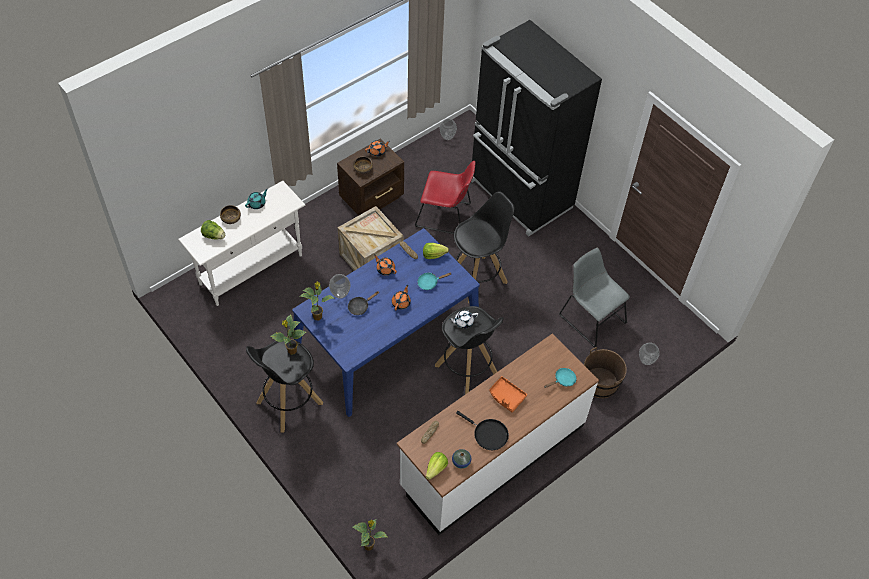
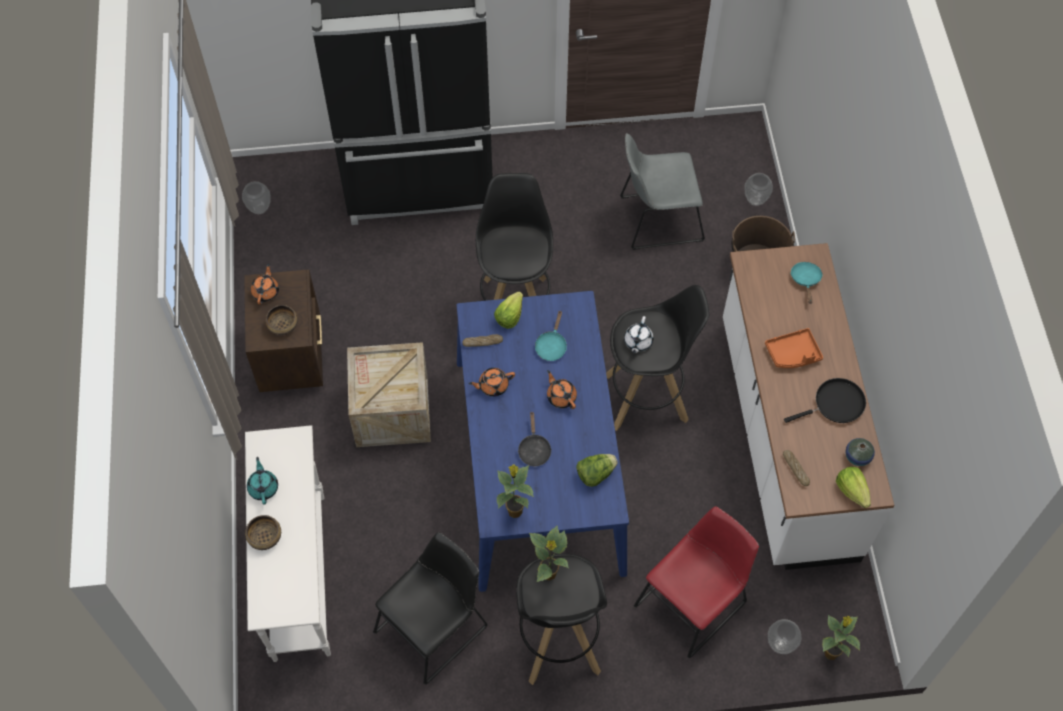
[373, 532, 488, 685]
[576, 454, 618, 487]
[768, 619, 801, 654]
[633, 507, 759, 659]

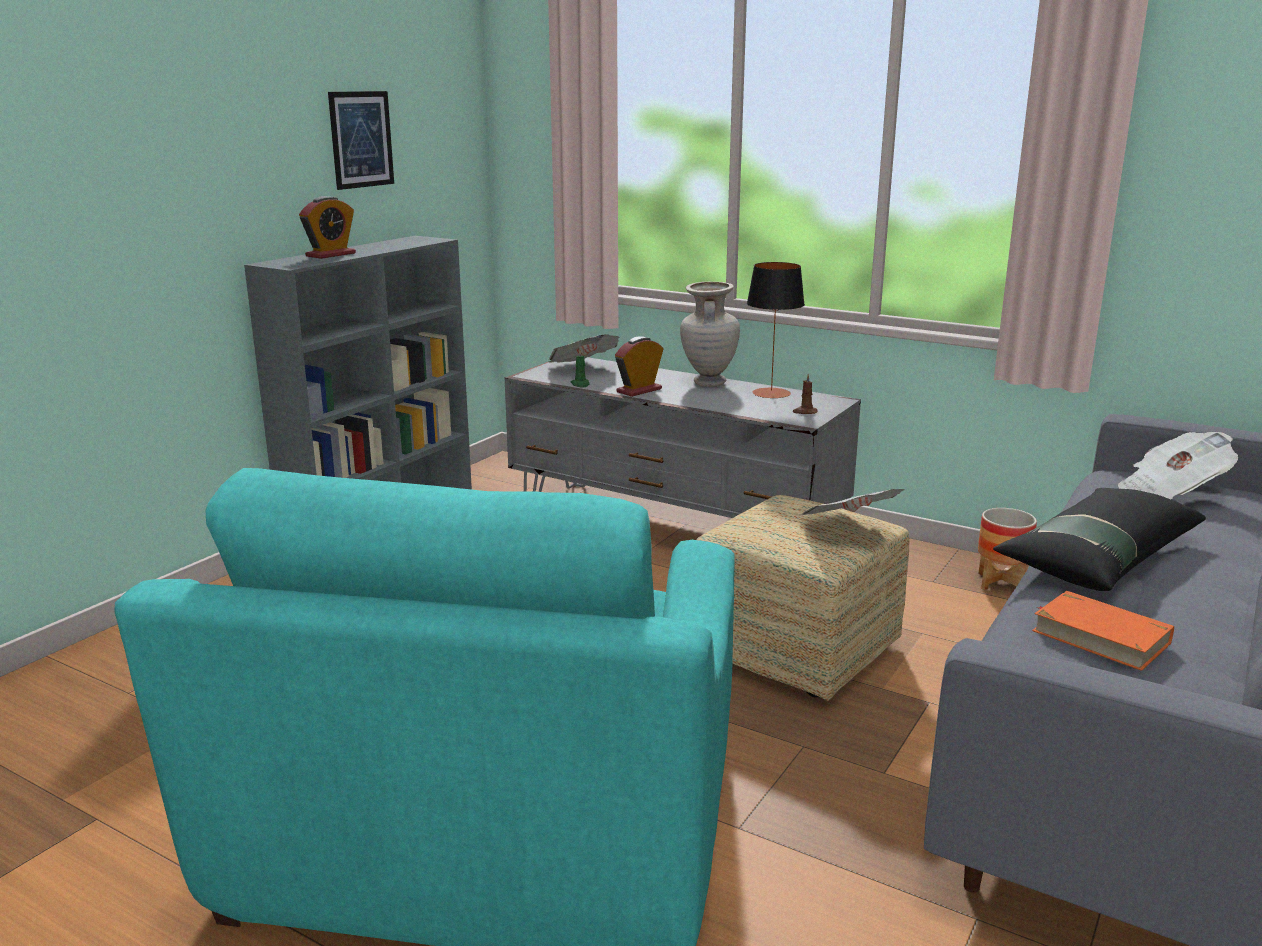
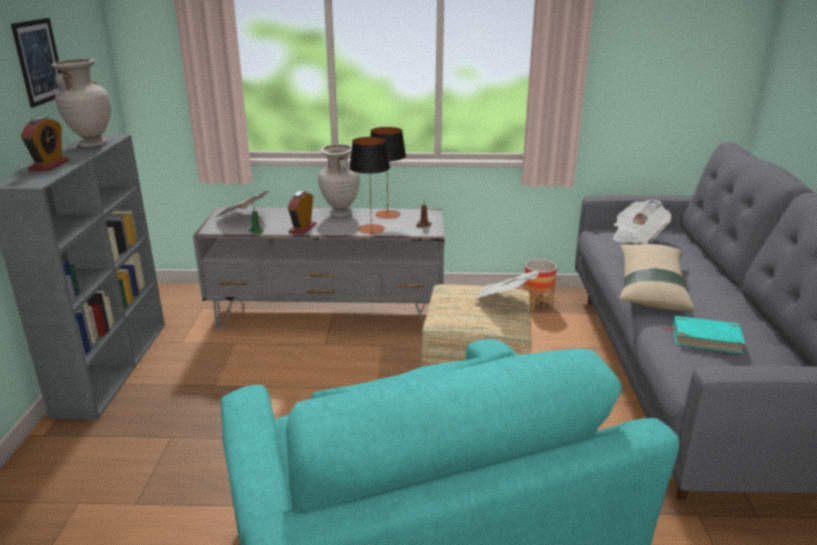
[51, 59, 111, 147]
[349, 137, 390, 234]
[619, 244, 695, 311]
[663, 316, 745, 354]

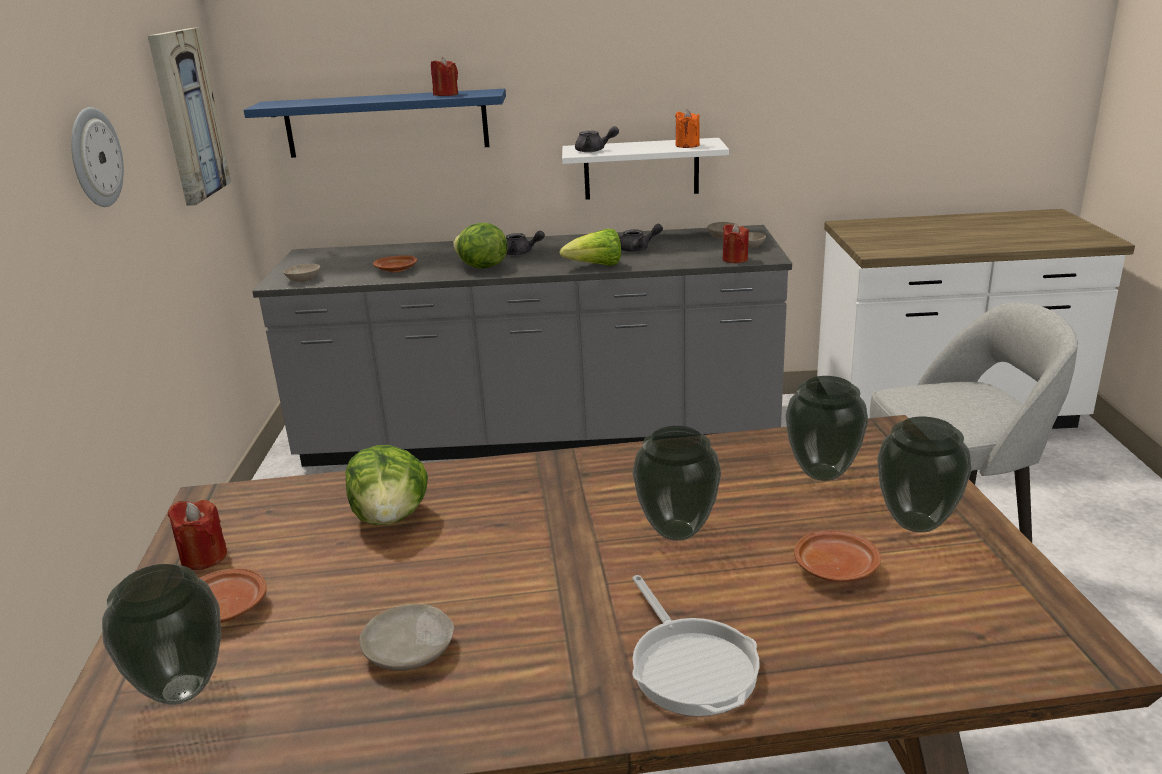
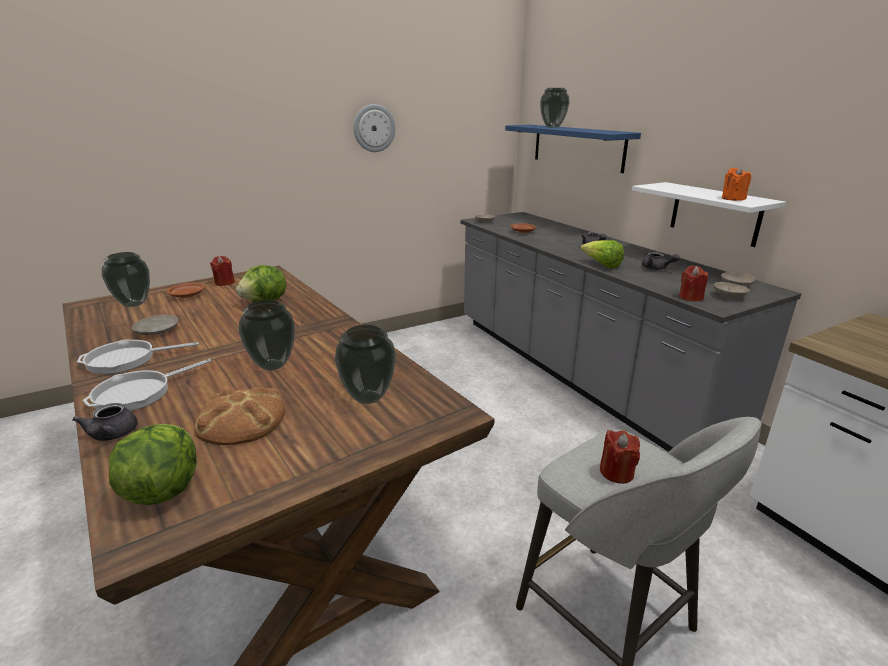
[148, 28, 231, 206] (first image)
[77, 340, 199, 374]
[600, 430, 640, 484]
[109, 424, 197, 505]
[72, 403, 137, 441]
[540, 88, 570, 128]
[194, 387, 285, 445]

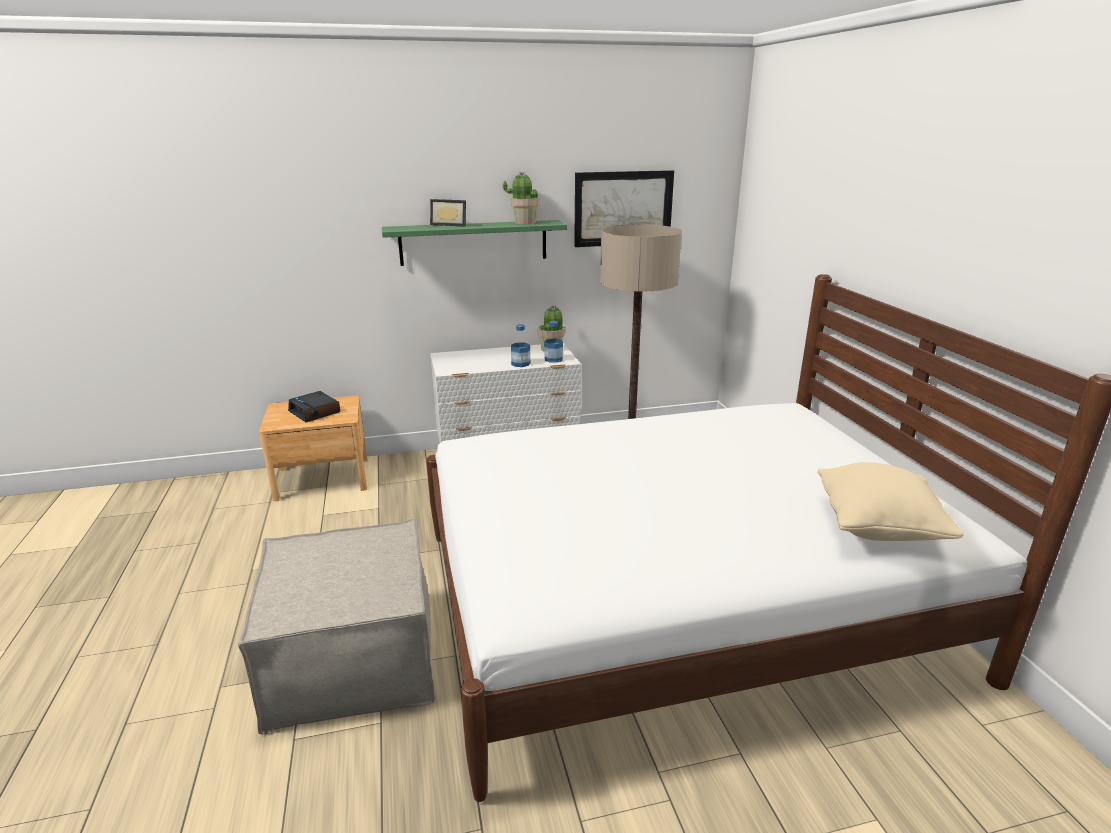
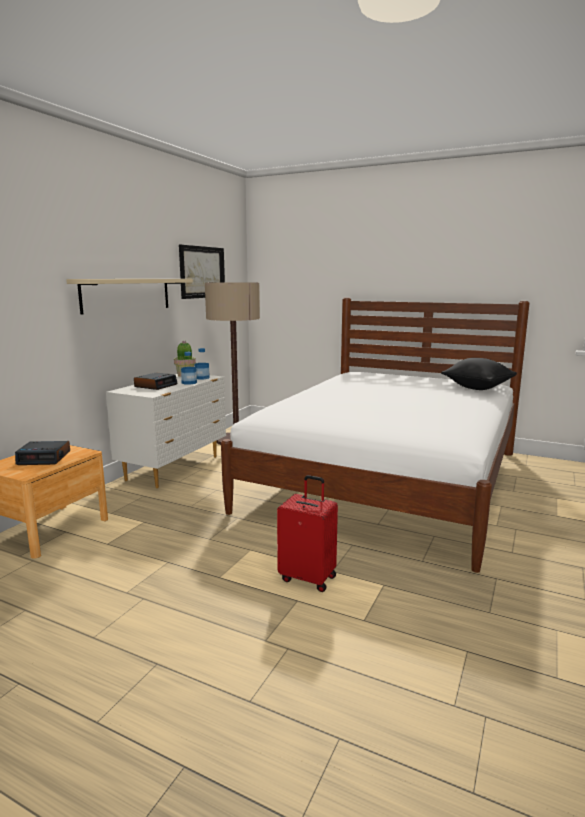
[430, 199, 466, 227] (first image)
[503, 171, 540, 224] (first image)
[134, 372, 178, 390]
[277, 475, 338, 592]
[66, 279, 193, 315]
[441, 358, 517, 390]

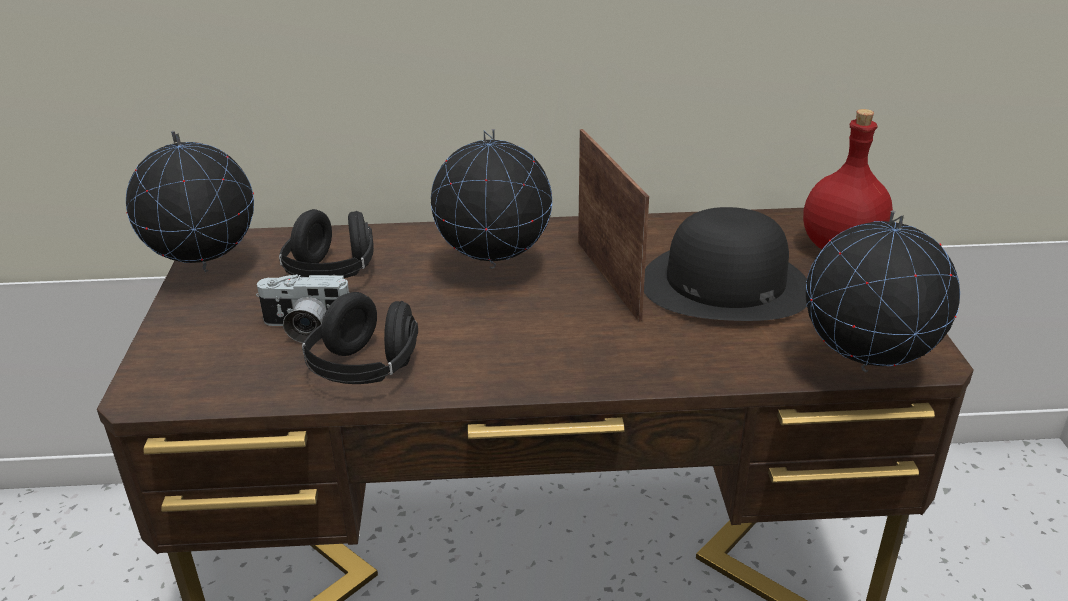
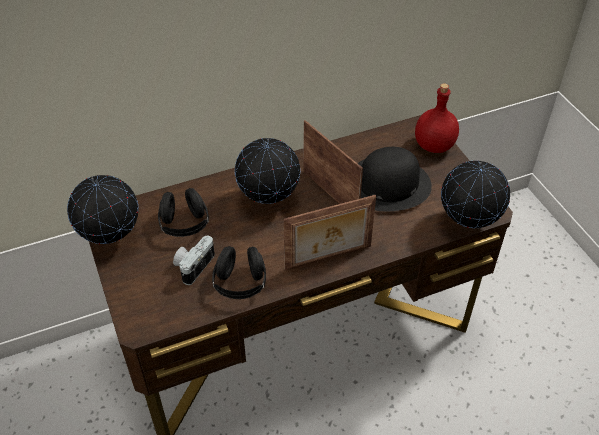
[284, 195, 376, 270]
[173, 236, 215, 285]

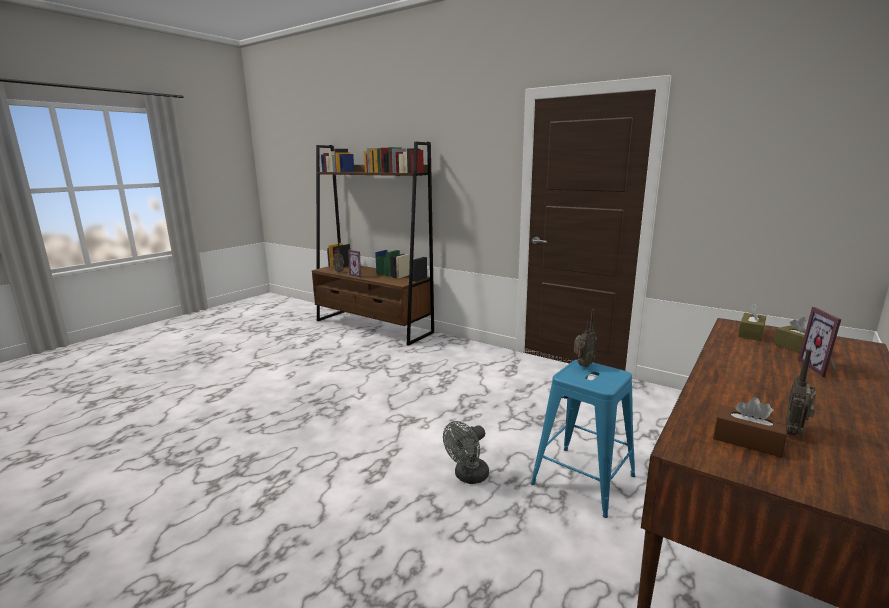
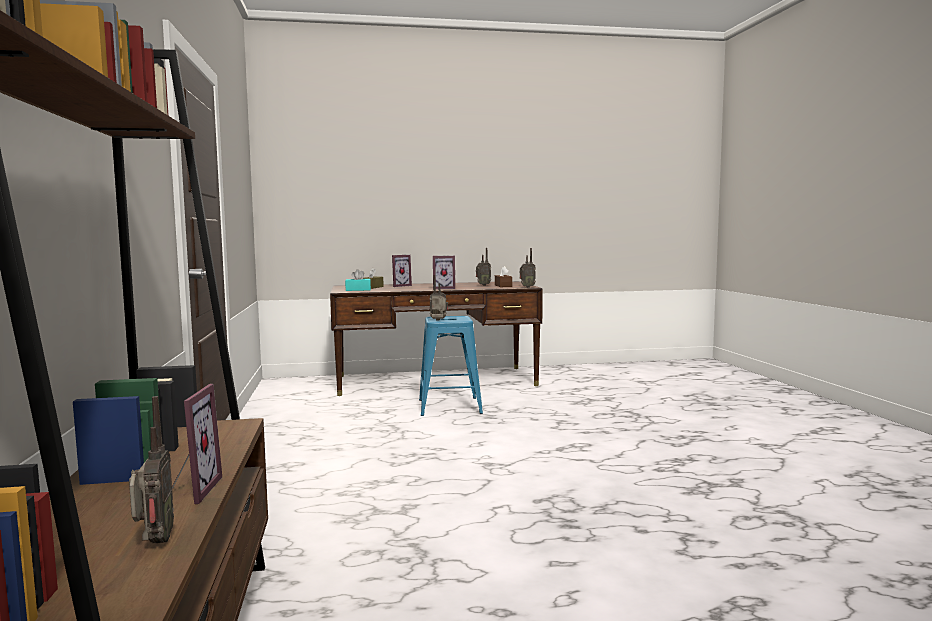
[443, 421, 489, 484] (first image)
[433, 256, 455, 289]
[520, 248, 536, 288]
[345, 269, 371, 291]

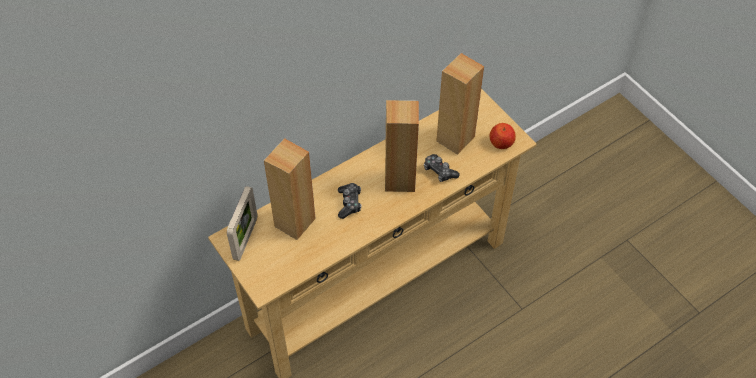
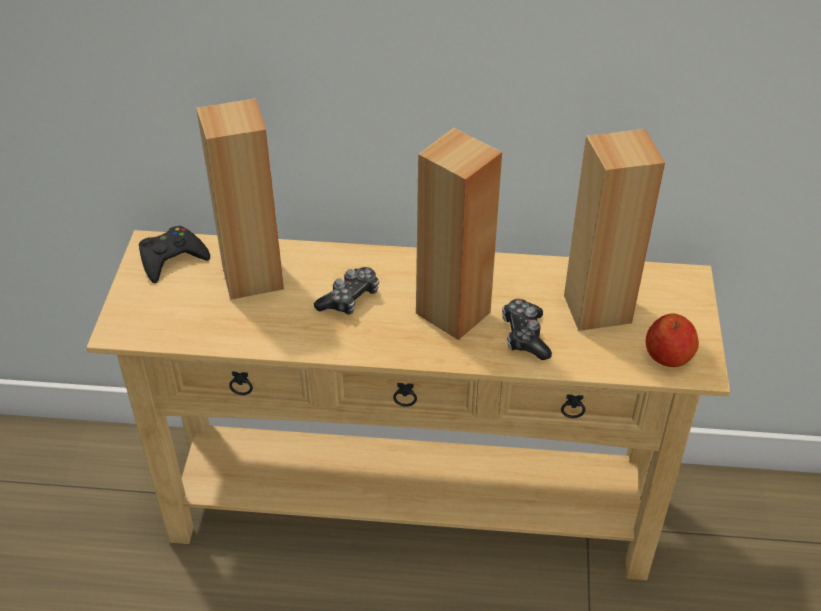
[139, 226, 210, 283]

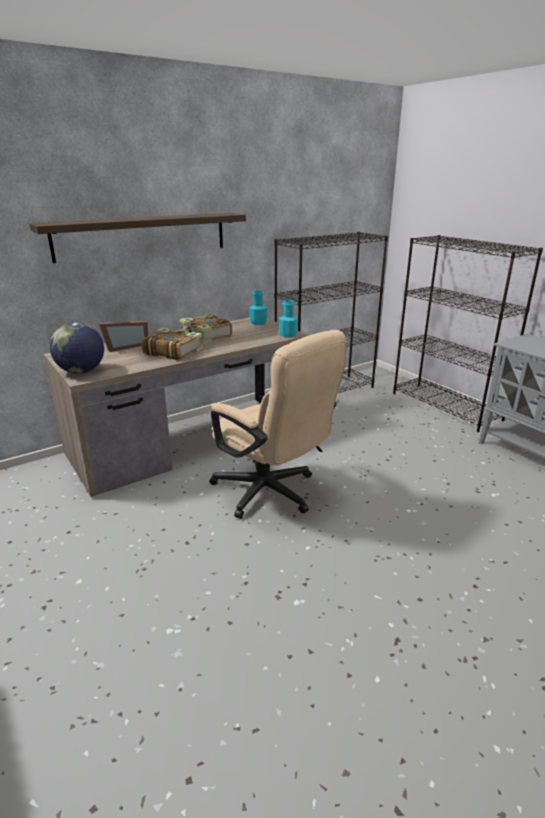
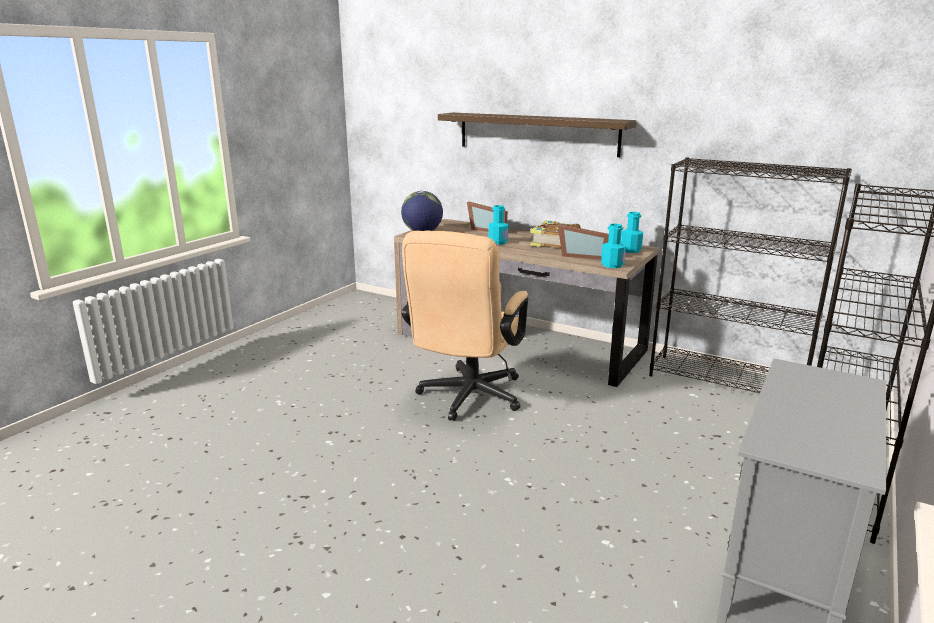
[558, 224, 609, 260]
[489, 205, 508, 245]

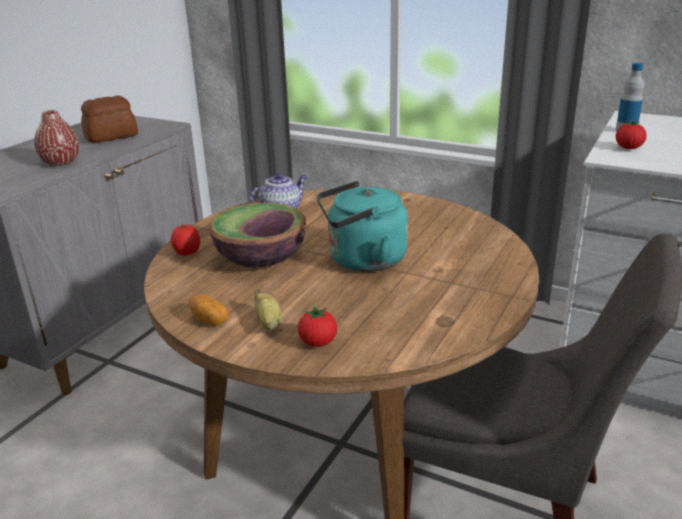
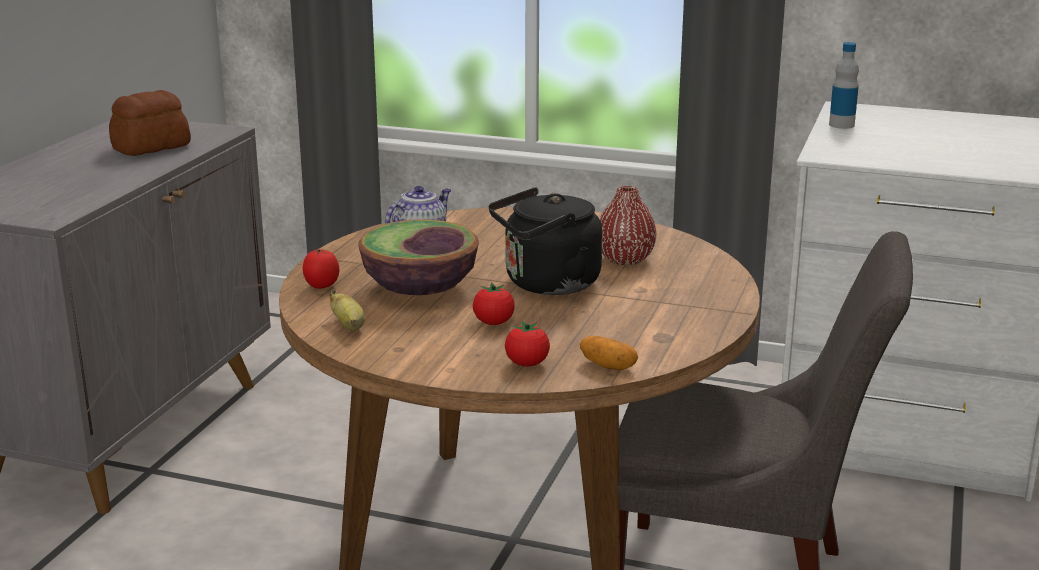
[600, 186, 656, 265]
[580, 336, 638, 370]
[329, 290, 365, 331]
[473, 282, 515, 325]
[489, 187, 603, 295]

